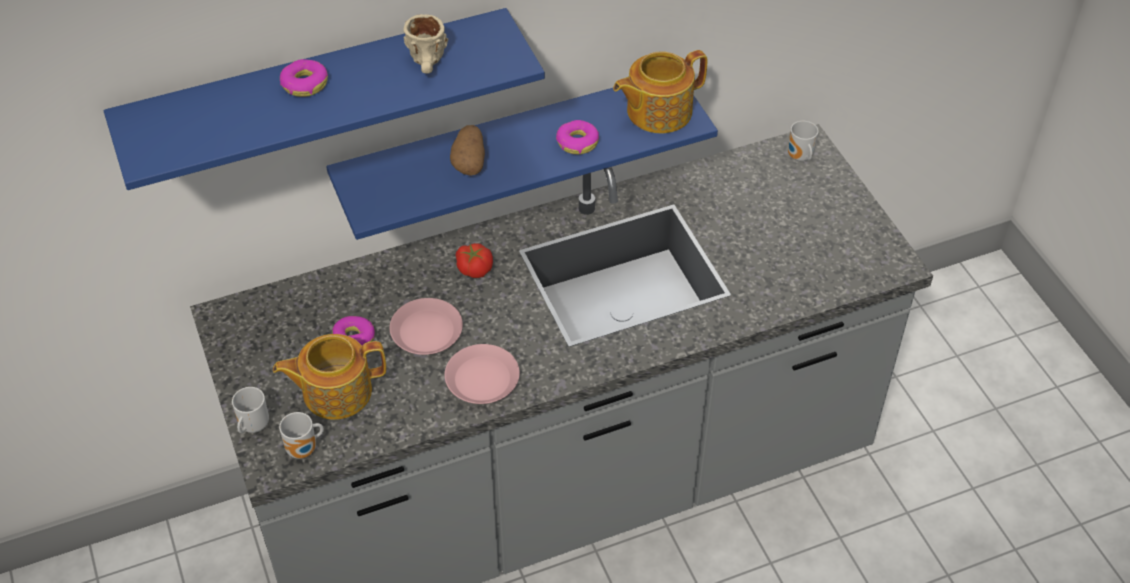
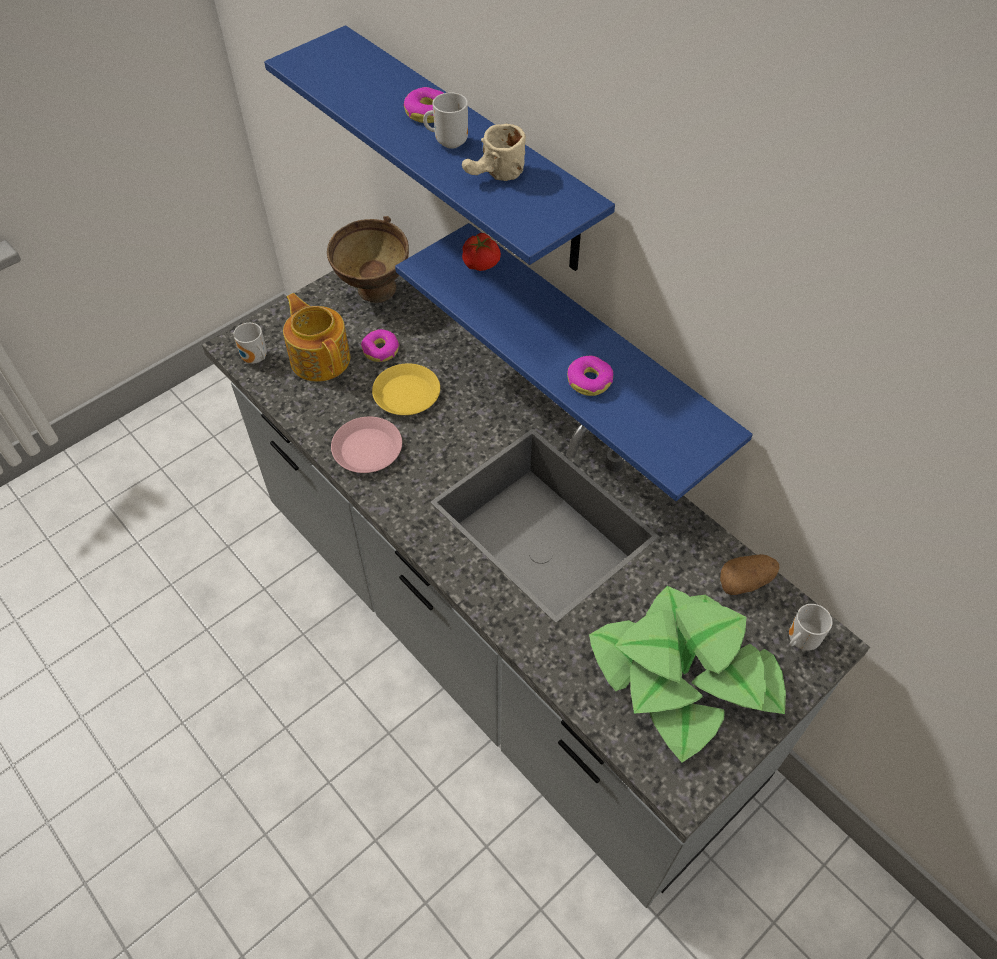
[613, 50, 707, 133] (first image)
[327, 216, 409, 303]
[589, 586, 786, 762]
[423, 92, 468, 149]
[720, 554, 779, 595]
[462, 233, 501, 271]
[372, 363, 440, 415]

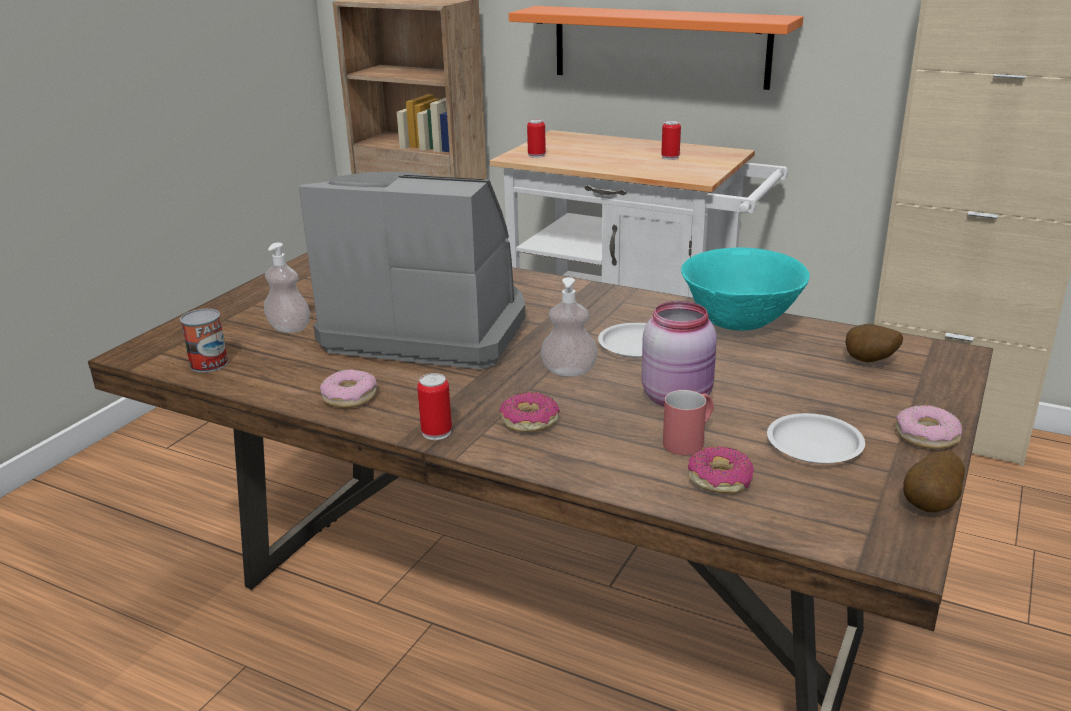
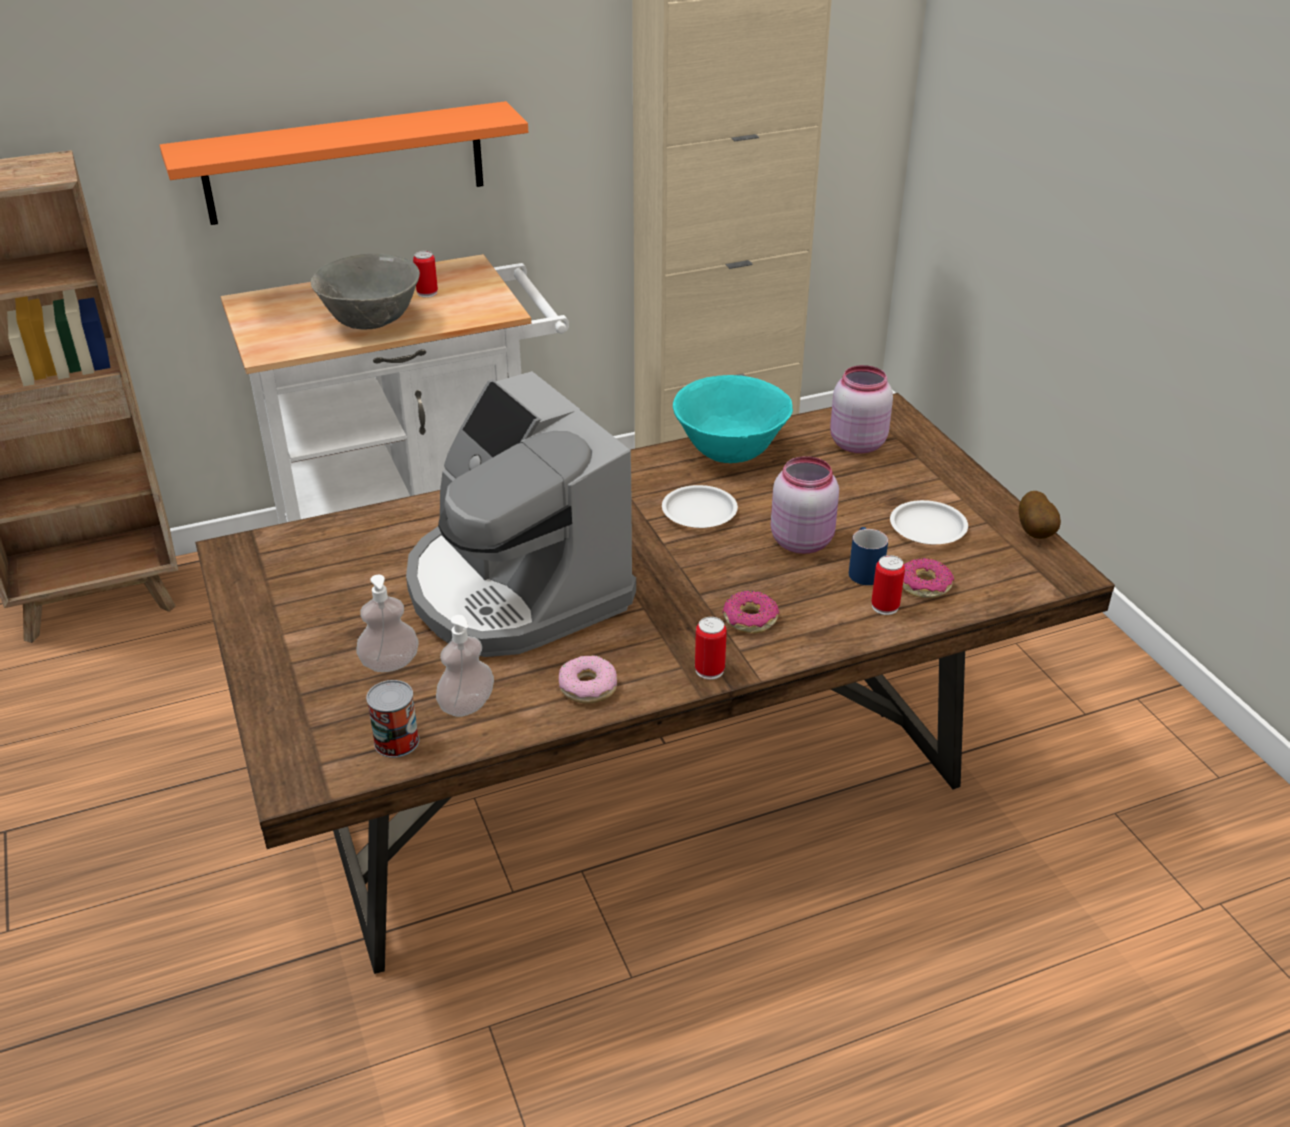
[896, 405, 962, 449] (first image)
[311, 254, 420, 330]
[871, 555, 905, 615]
[436, 615, 494, 717]
[830, 365, 893, 453]
[849, 527, 888, 585]
[406, 371, 636, 657]

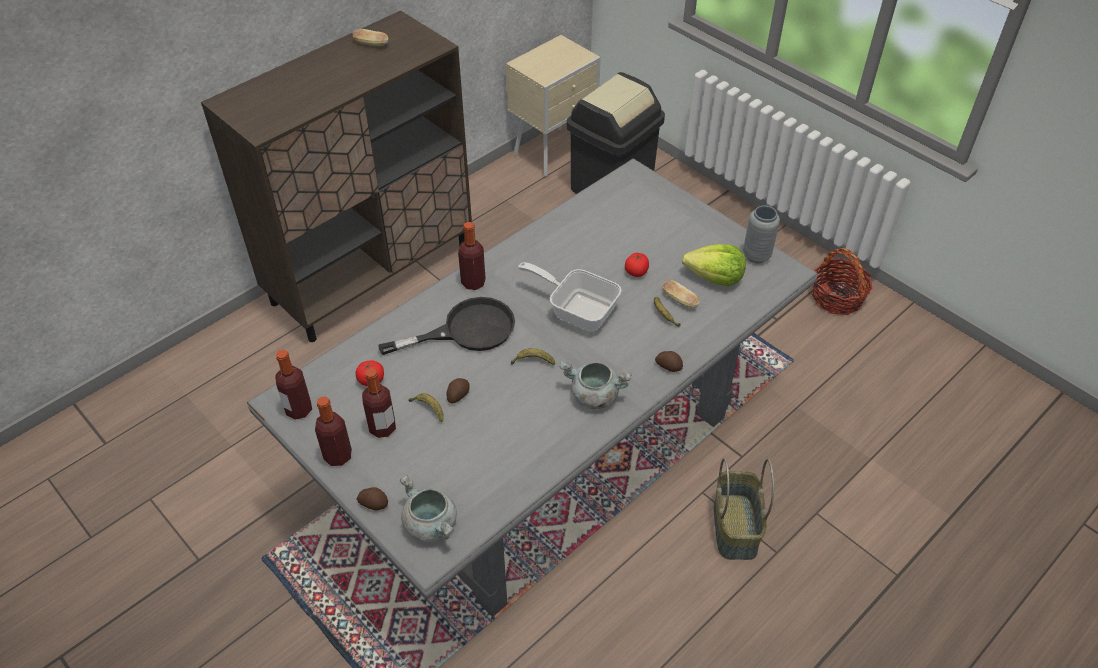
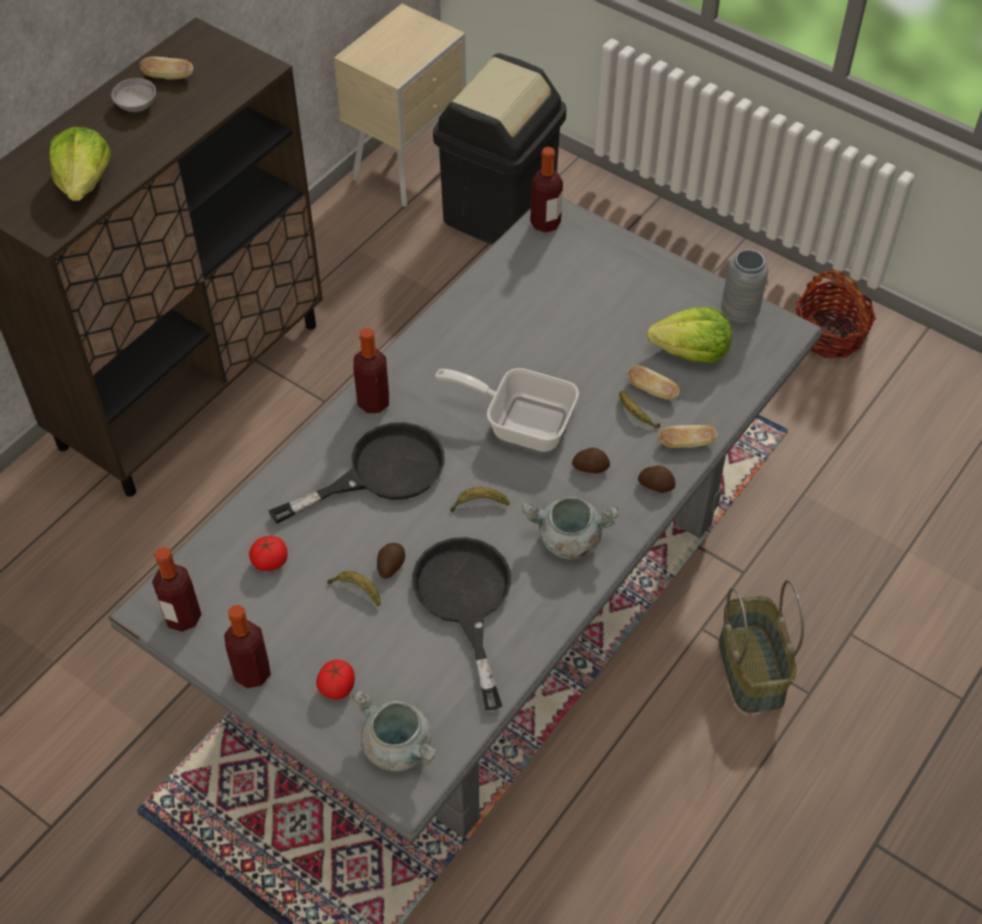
[50, 127, 111, 201]
[111, 78, 156, 112]
[412, 537, 511, 710]
[658, 425, 718, 448]
[572, 447, 610, 474]
[530, 147, 563, 233]
[316, 660, 355, 700]

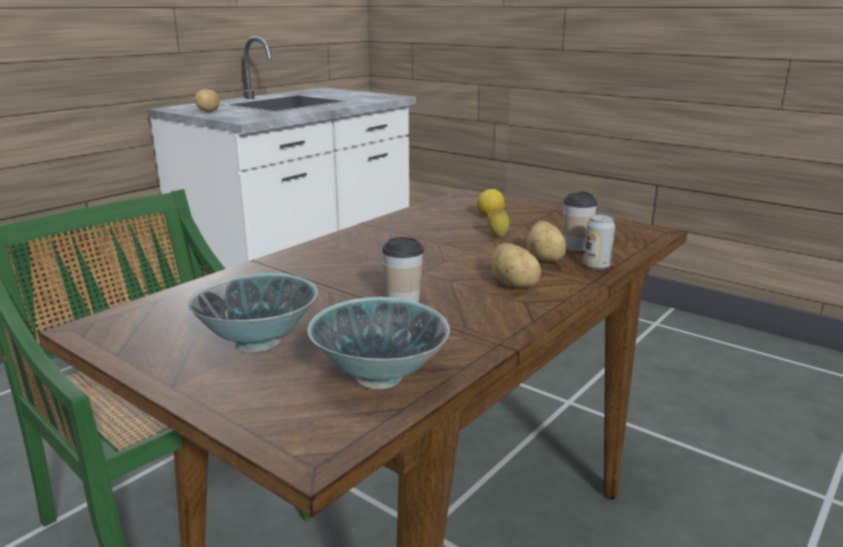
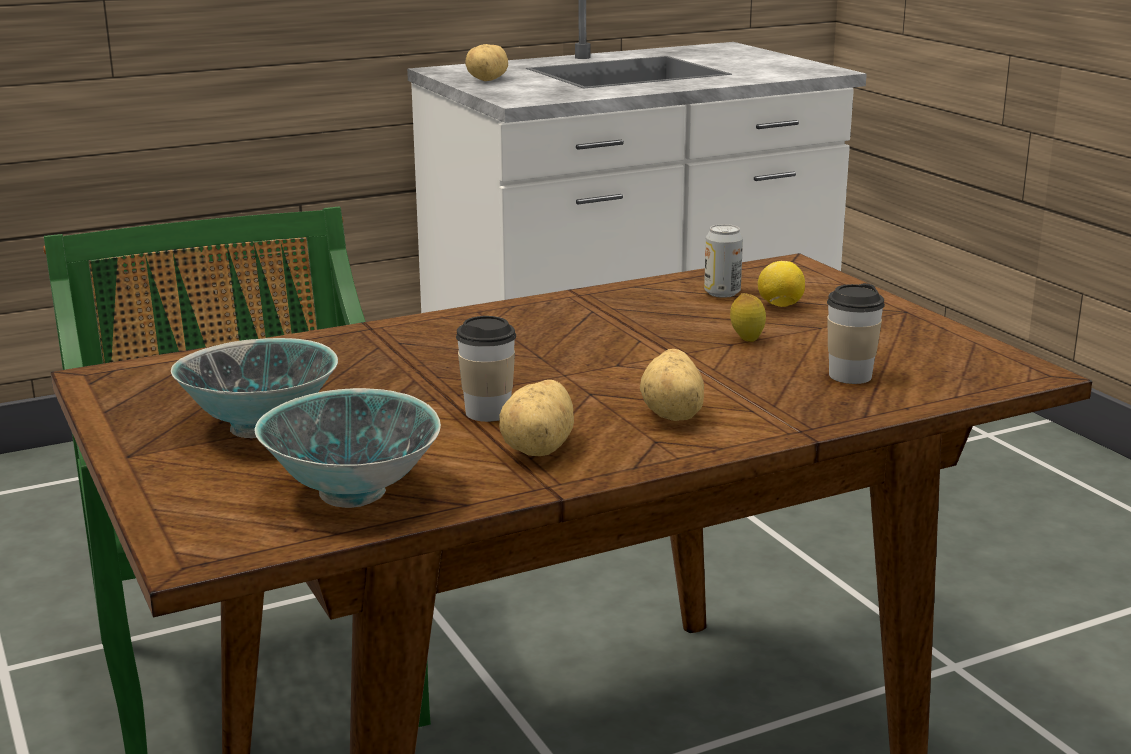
[499, 380, 574, 456]
[704, 224, 743, 298]

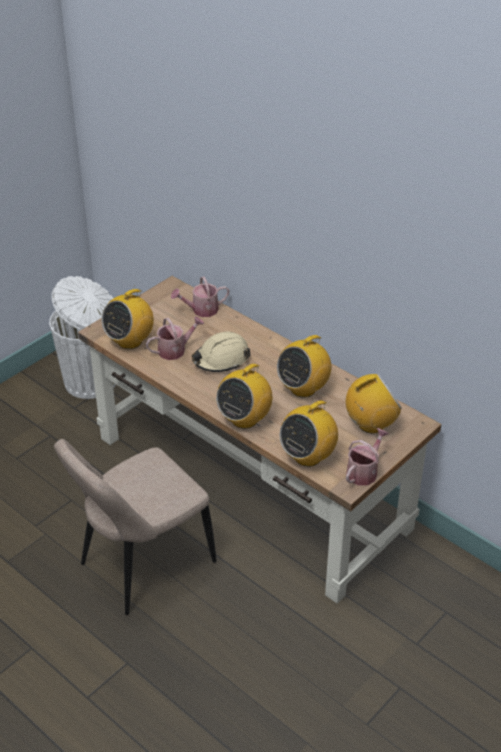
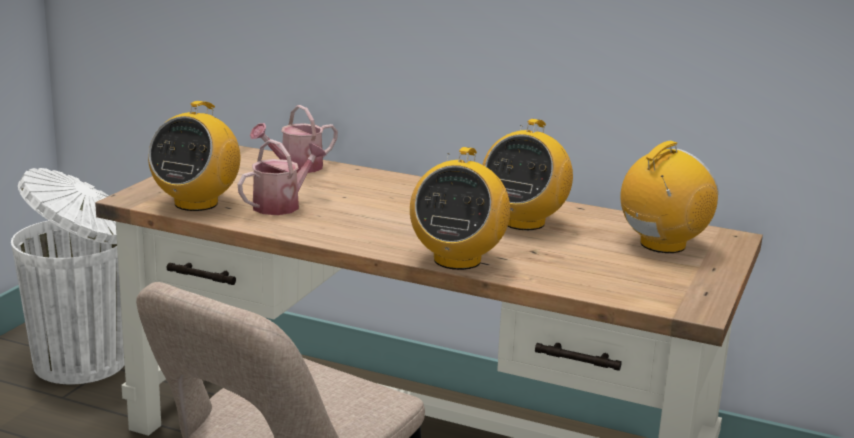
[192, 331, 251, 372] (first image)
[280, 394, 338, 467] (first image)
[346, 428, 389, 485] (first image)

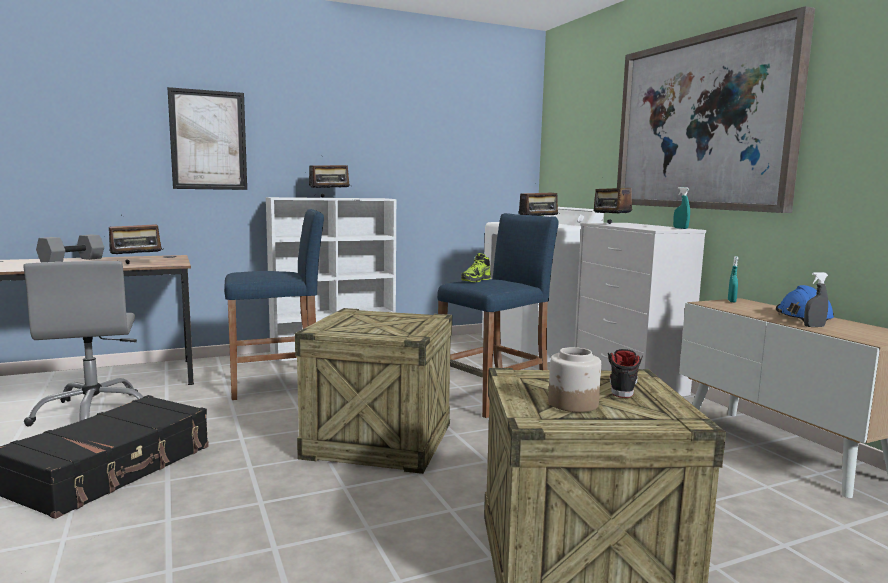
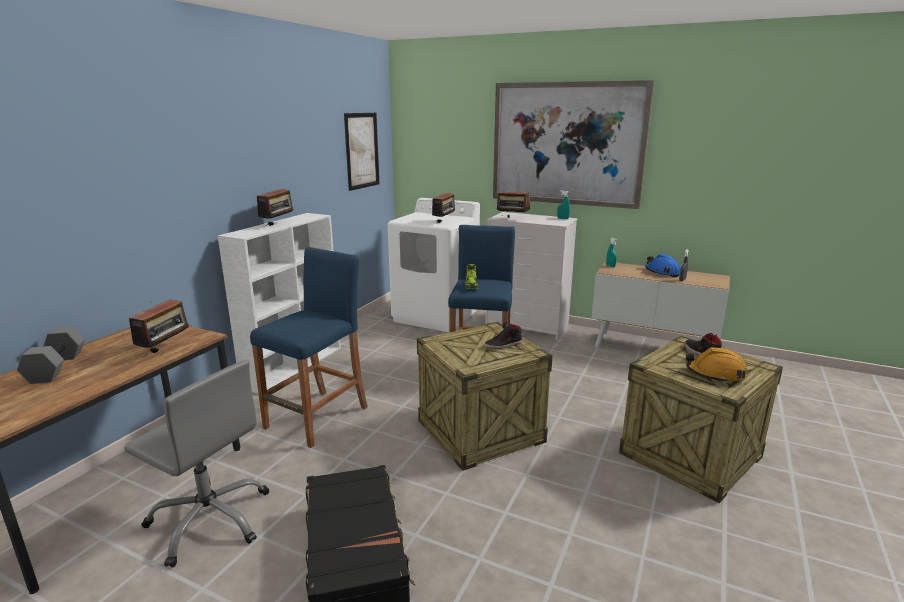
[485, 322, 522, 349]
[344, 113, 380, 191]
[686, 347, 747, 383]

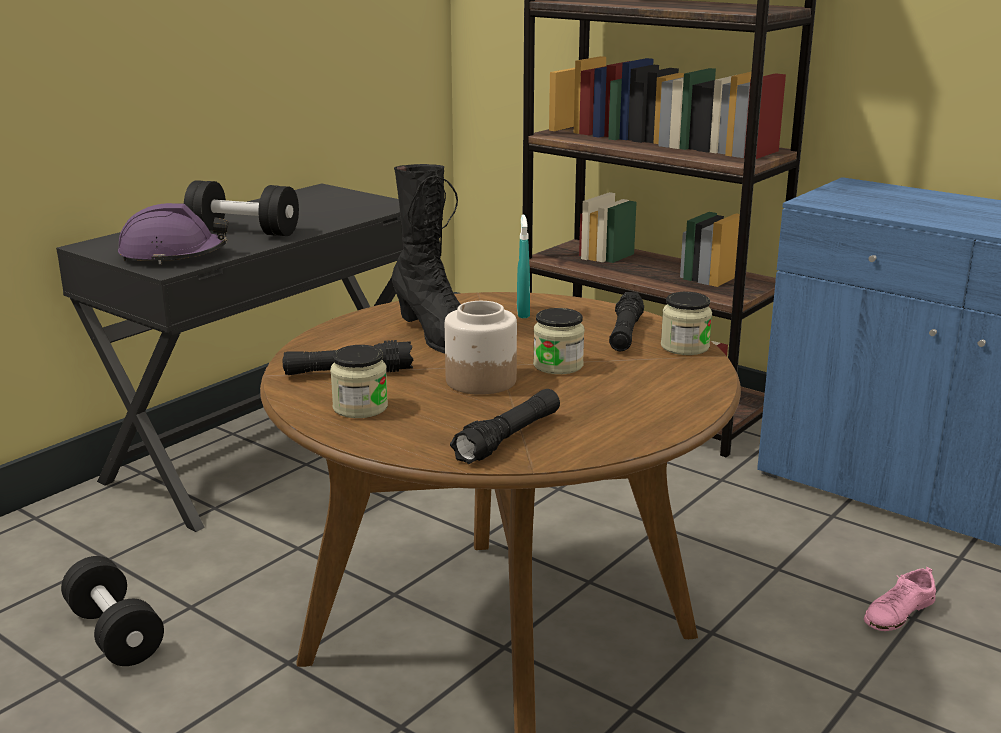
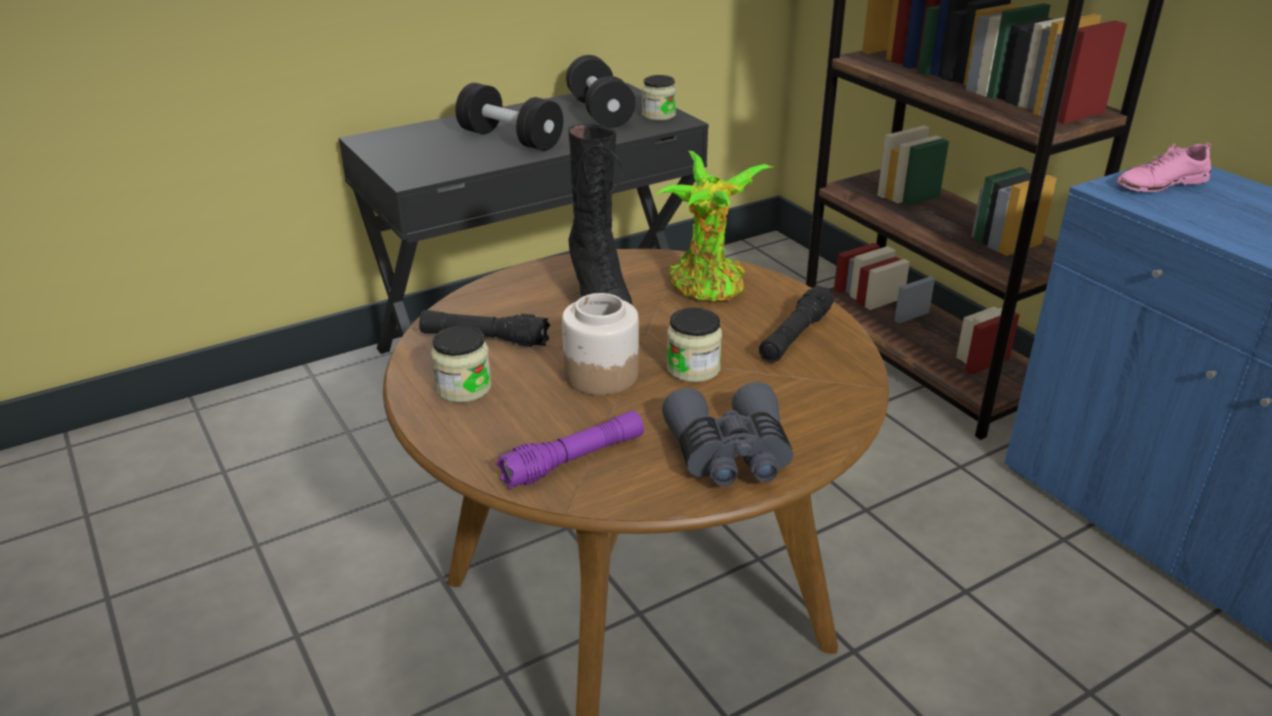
[118, 203, 228, 264] (first image)
[662, 382, 793, 486]
[566, 55, 636, 128]
[642, 75, 676, 121]
[1117, 142, 1211, 192]
[656, 151, 773, 301]
[496, 411, 644, 489]

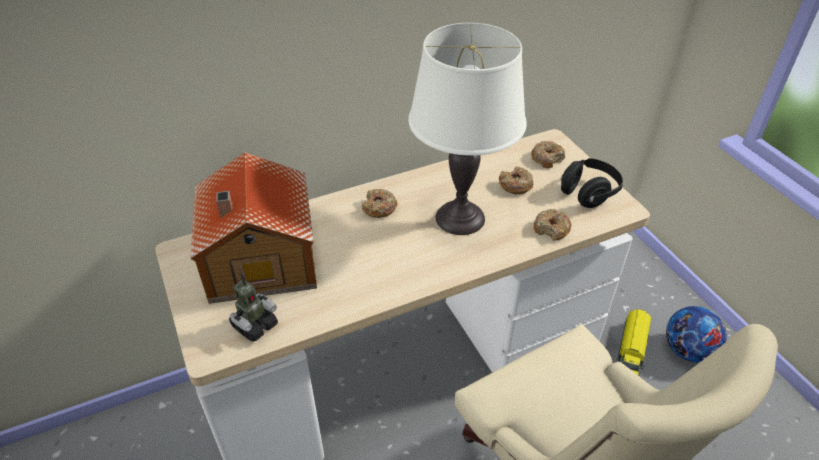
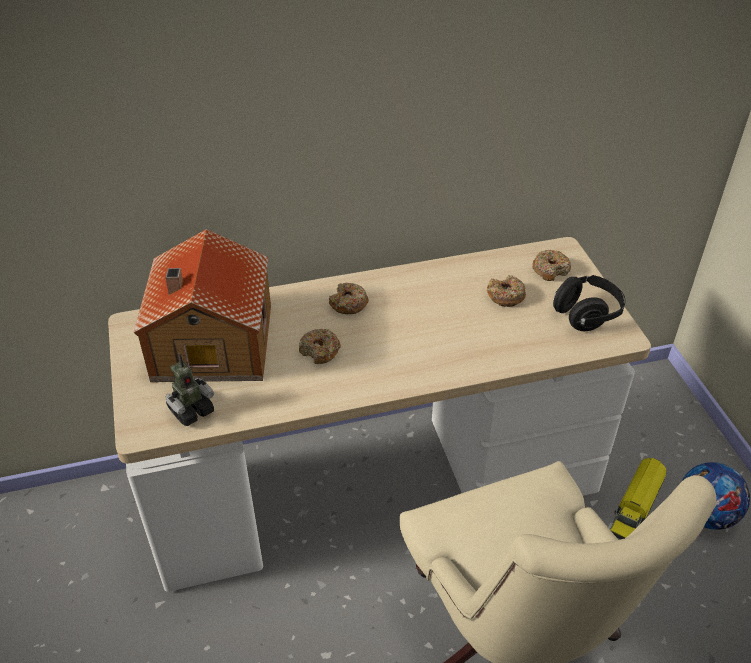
[408, 23, 527, 235] (first image)
[299, 329, 341, 364]

